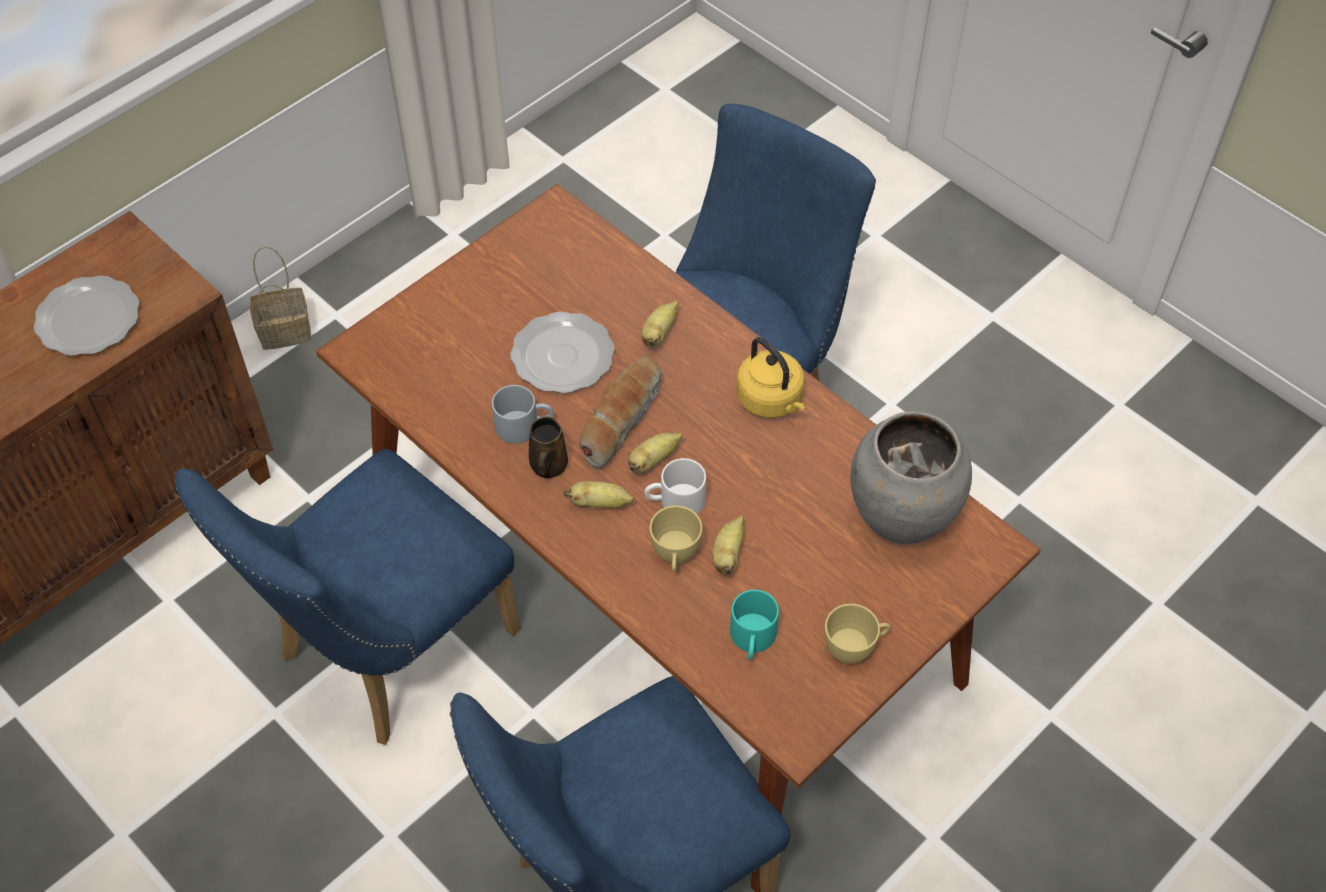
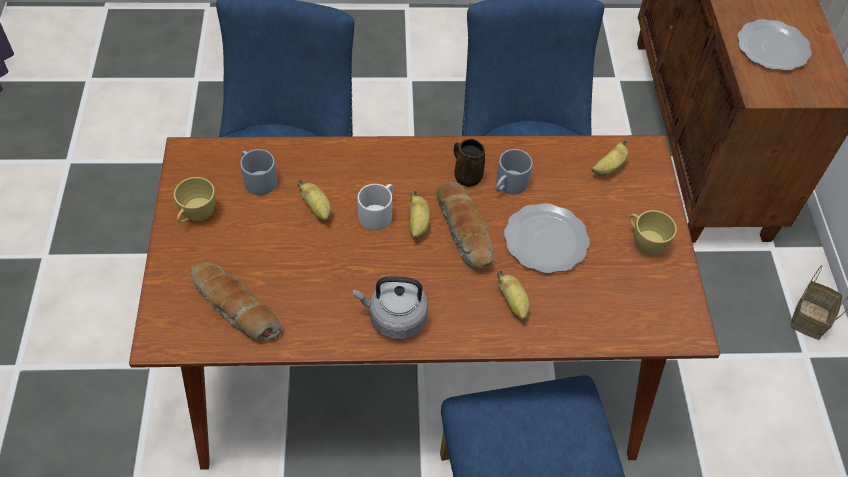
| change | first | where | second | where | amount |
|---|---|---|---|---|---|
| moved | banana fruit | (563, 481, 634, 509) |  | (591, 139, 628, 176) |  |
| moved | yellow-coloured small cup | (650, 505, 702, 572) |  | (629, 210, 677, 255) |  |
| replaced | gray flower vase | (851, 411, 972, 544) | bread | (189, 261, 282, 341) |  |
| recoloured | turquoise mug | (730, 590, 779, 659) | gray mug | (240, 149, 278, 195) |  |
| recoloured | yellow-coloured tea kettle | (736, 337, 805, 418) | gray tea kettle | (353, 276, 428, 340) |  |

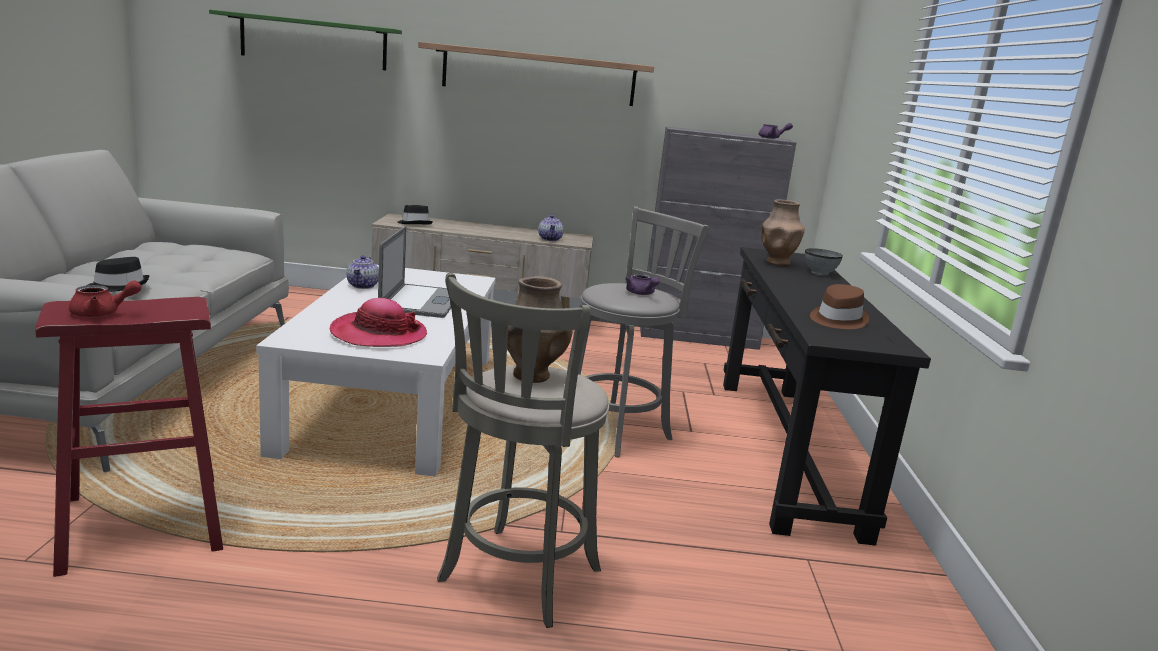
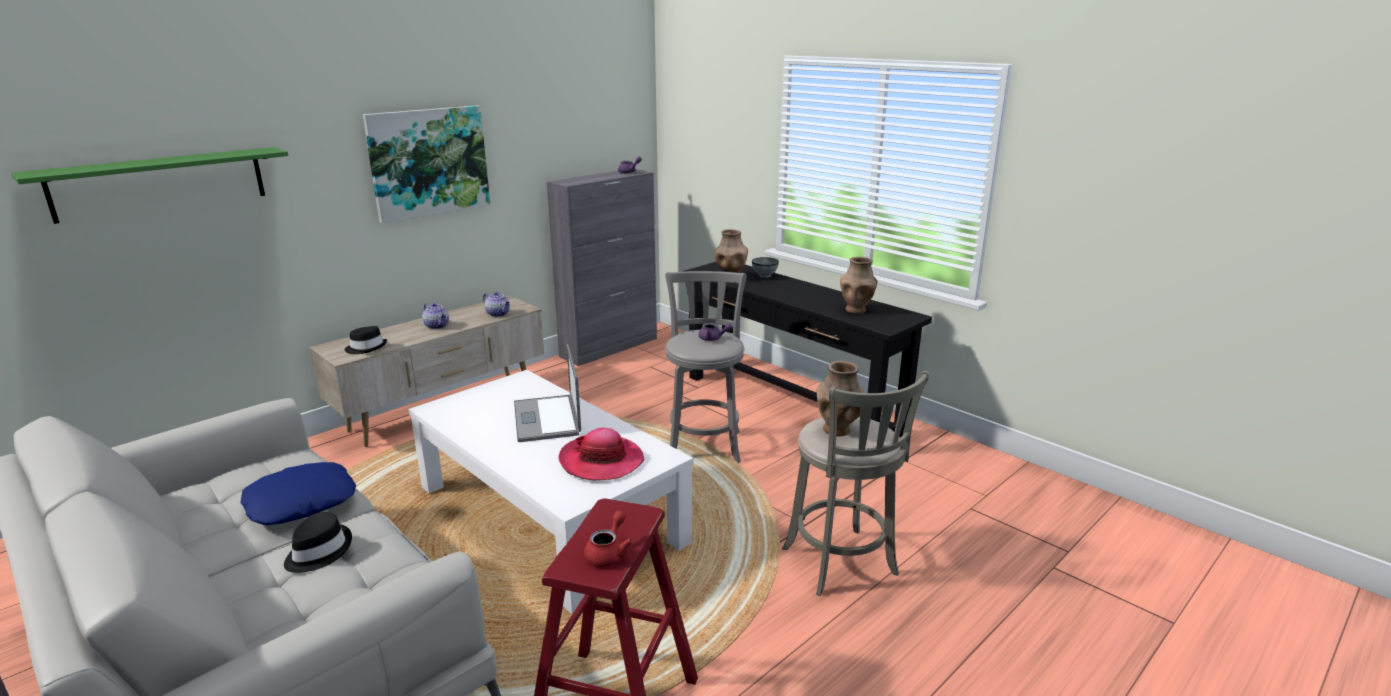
| change | first | where | second | where | amount |
|---|---|---|---|---|---|
| added |  |  | bluish pillow | (240, 462, 356, 525) |  |
| moved | teapot | (347, 255, 379, 289) |  | (422, 303, 449, 329) |  |
| replaced | wall shelf | (418, 42, 654, 106) | wall art | (363, 105, 490, 224) |  |
| replaced | brownish clothing hat | (810, 284, 869, 329) | brownish flower vase | (840, 257, 878, 314) |  |
| turned | laptop | (378, 226, 451, 318) |  | (514, 344, 581, 442) | 150 degrees counterclockwise |

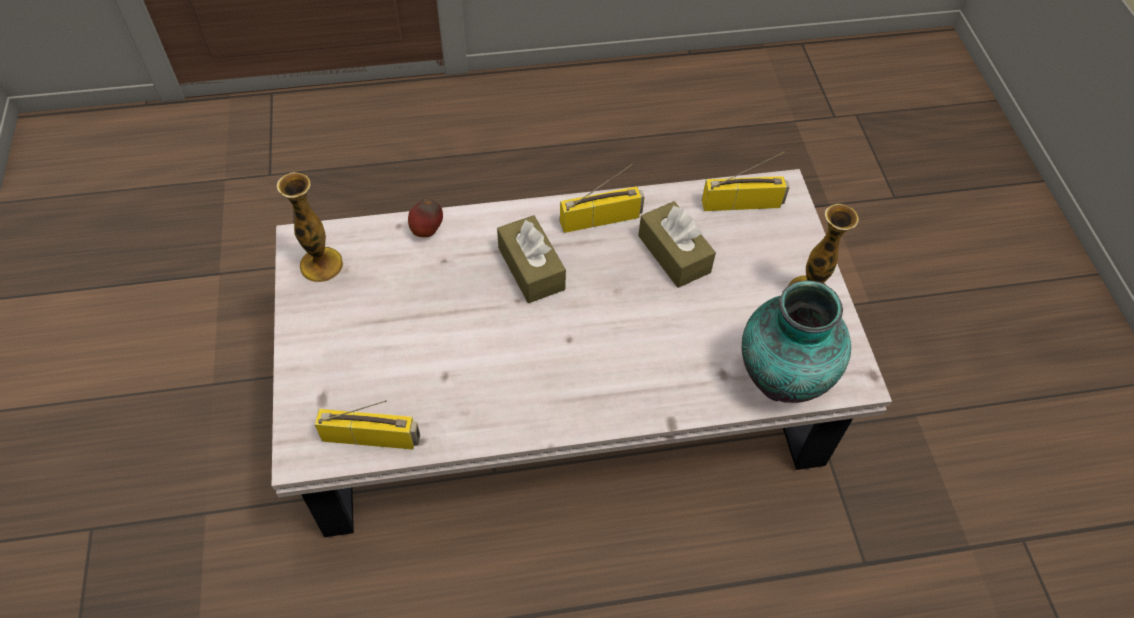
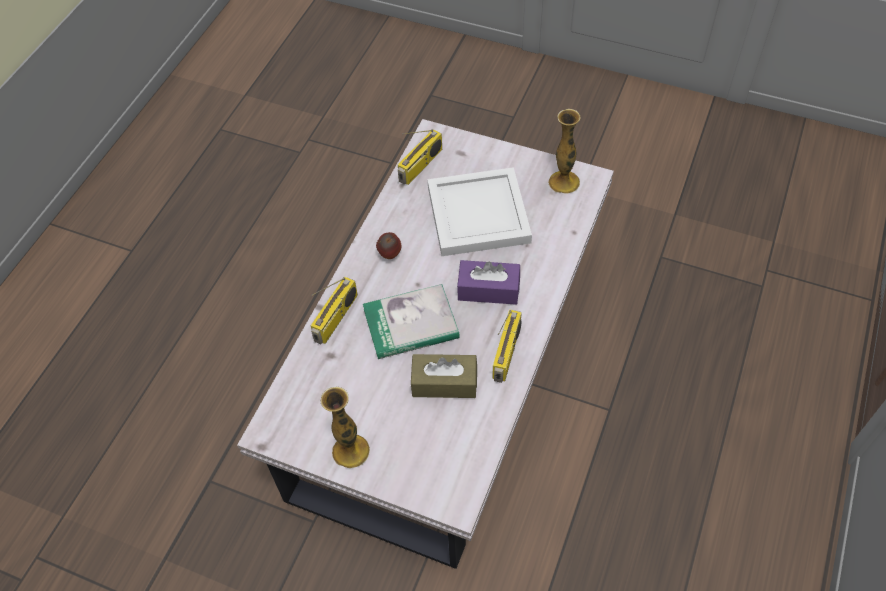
| change | first | where | second | where | amount |
|---|---|---|---|---|---|
| removed | flower vase | (742, 280, 851, 403) |  |  |  |
| added |  |  | volume | (363, 284, 460, 359) |  |
| added |  |  | white-coloured serving tray | (427, 167, 532, 256) |  |
| moved | whole apple | (408, 199, 443, 237) |  | (376, 232, 402, 259) |  |
| moved | radio | (702, 152, 790, 211) |  | (311, 276, 358, 344) |  |
| recoloured | brownish tissue holder | (497, 215, 566, 303) | purple-coloured tissue holder | (457, 260, 520, 305) |  |

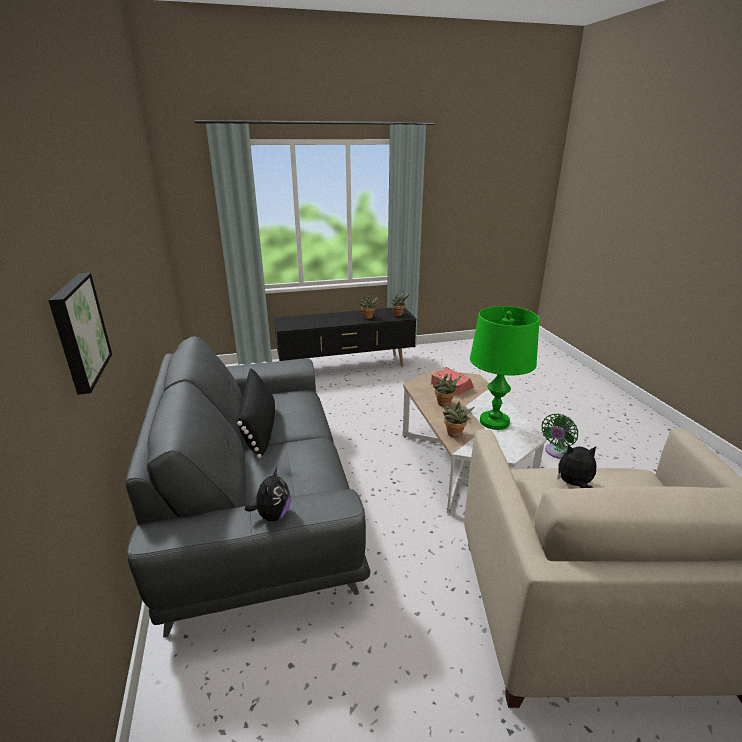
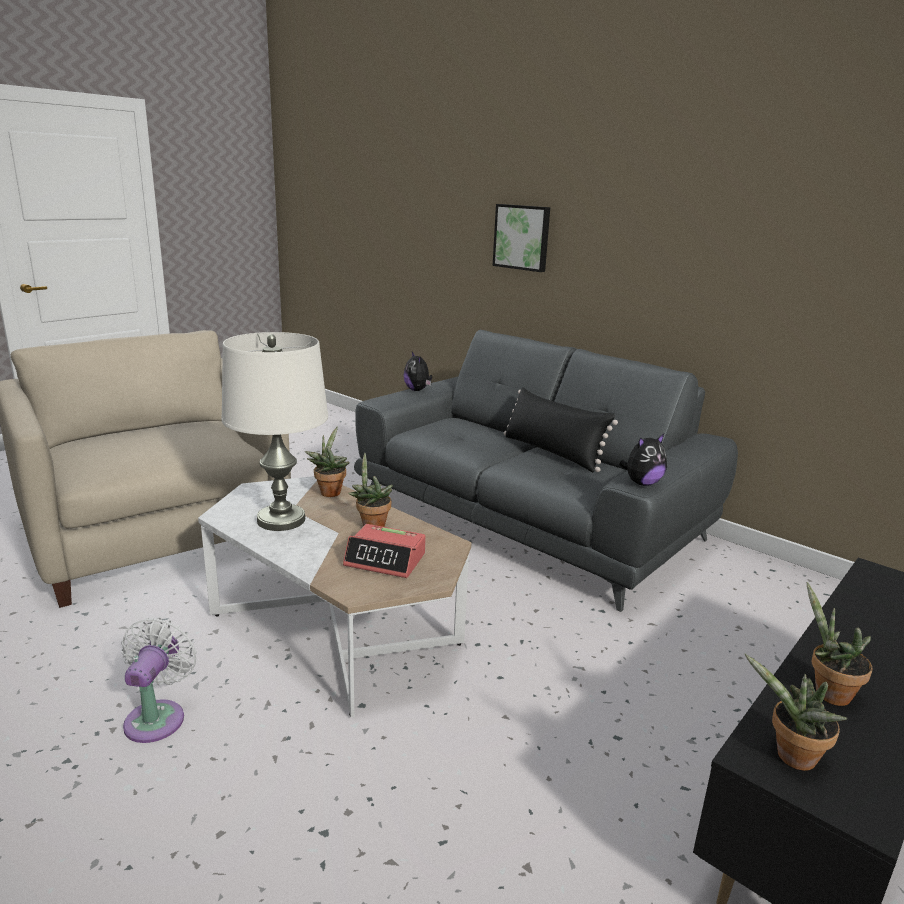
| change | first | where | second | where | amount |
|---|---|---|---|---|---|
| moved | soft toy | (558, 445, 596, 488) |  | (619, 434, 667, 486) |  |
| recoloured | green lamp for a table | (470, 306, 540, 430) | white-coloured lamp for a table | (221, 332, 328, 531) |  |
| recoloured | green cooling fan | (542, 414, 578, 459) | white-coloured cooling fan | (121, 617, 197, 743) |  |

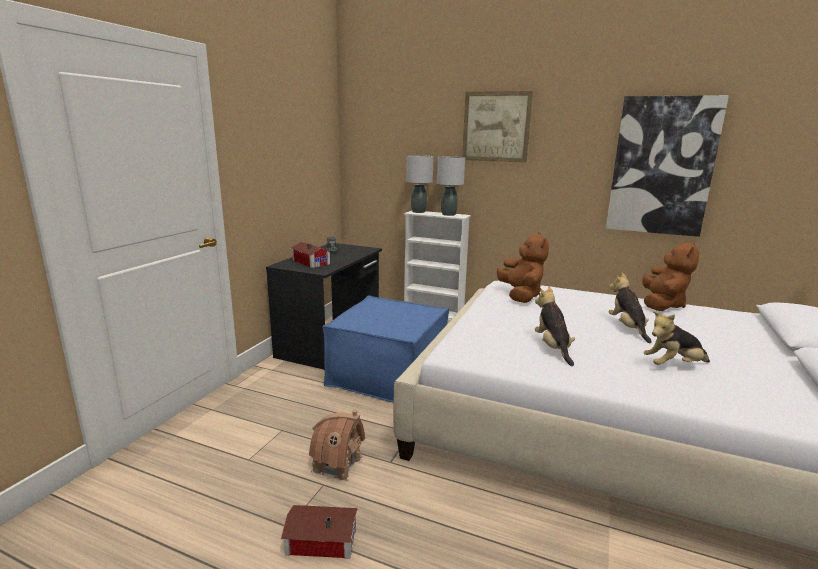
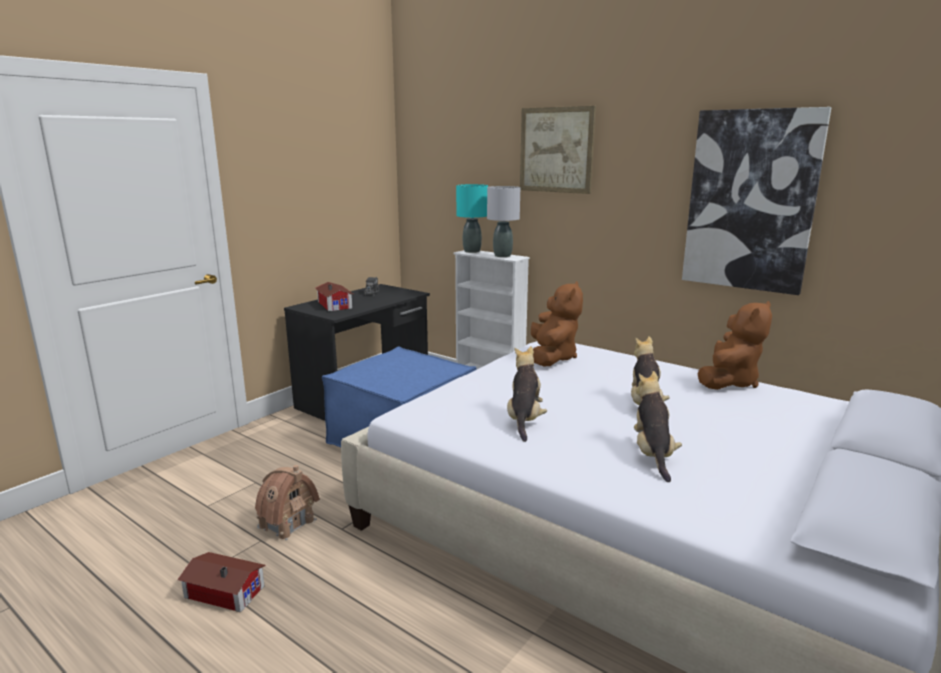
| change | first | where | second | where | amount |
|---|---|---|---|---|---|
| recoloured | gray lamp for a table | (406, 155, 434, 213) | turquoise lamp for a table | (456, 184, 488, 253) |  |
| turned | soft toy | (643, 311, 710, 365) |  | (634, 371, 682, 482) | 90 degrees clockwise |

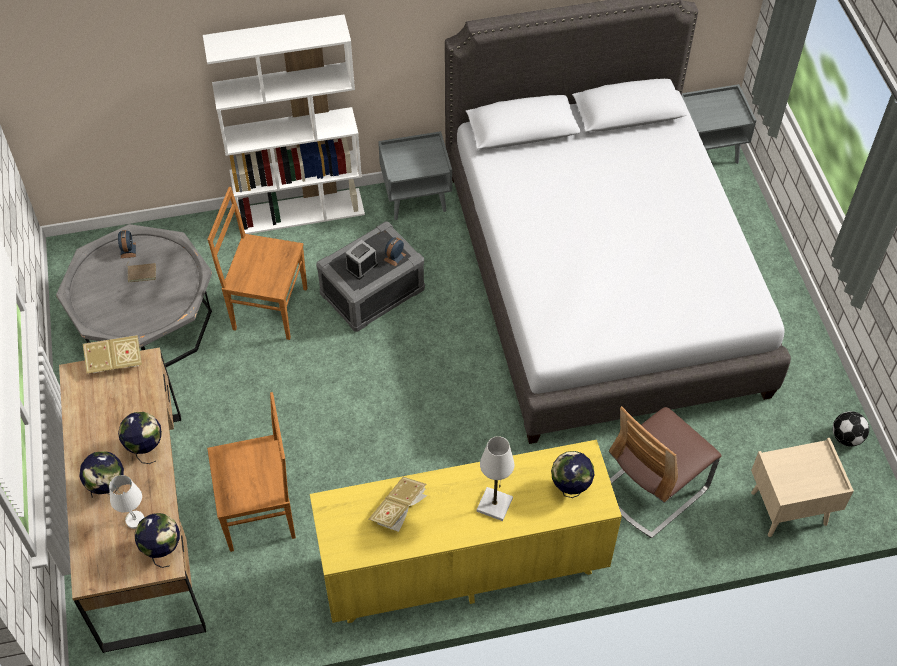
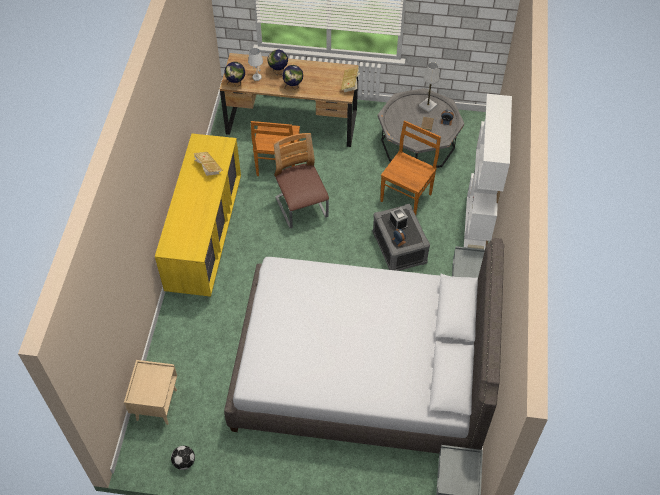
| change | first | where | second | where | amount |
|---|---|---|---|---|---|
| removed | desk globe | (551, 451, 594, 498) |  |  |  |
| moved | white-coloured lamp for a table | (477, 436, 514, 521) |  | (419, 62, 439, 112) |  |
| moved | plain chair | (609, 406, 721, 538) |  | (274, 133, 329, 228) |  |

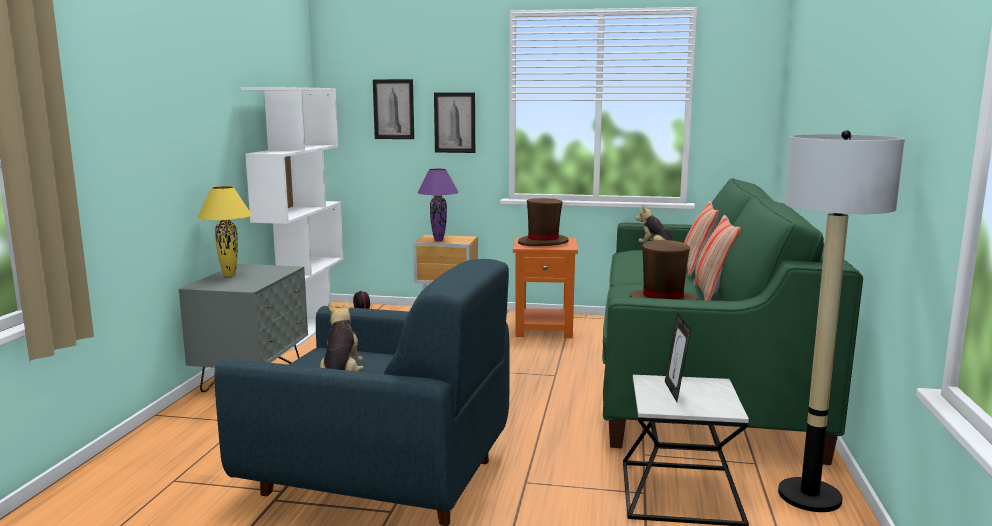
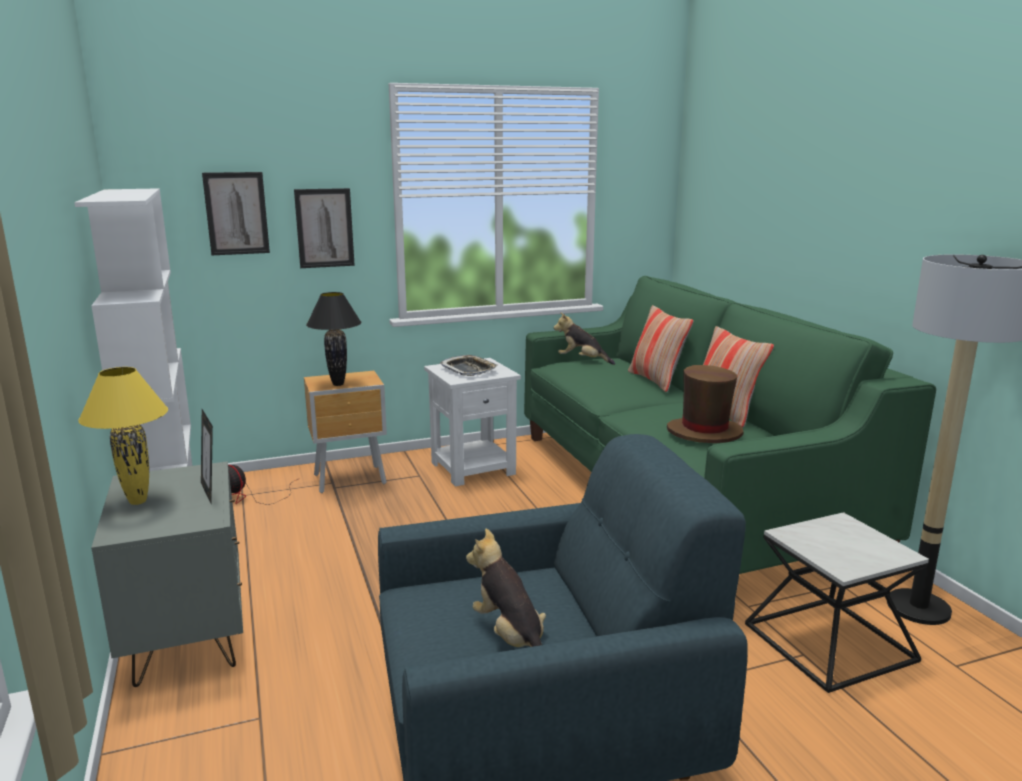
| change | first | where | second | where | amount |
|---|---|---|---|---|---|
| moved | photo frame | (665, 313, 691, 402) |  | (201, 409, 213, 503) |  |
| replaced | brownish clothing hat | (518, 198, 568, 246) | serving tray | (439, 355, 498, 376) |  |
| recoloured | purple-coloured lamp for a table | (417, 169, 459, 241) | blackish lamp for a table | (306, 292, 361, 386) |  |
| recoloured | orange accent table | (513, 237, 578, 338) | white-coloured accent table | (424, 358, 521, 487) |  |

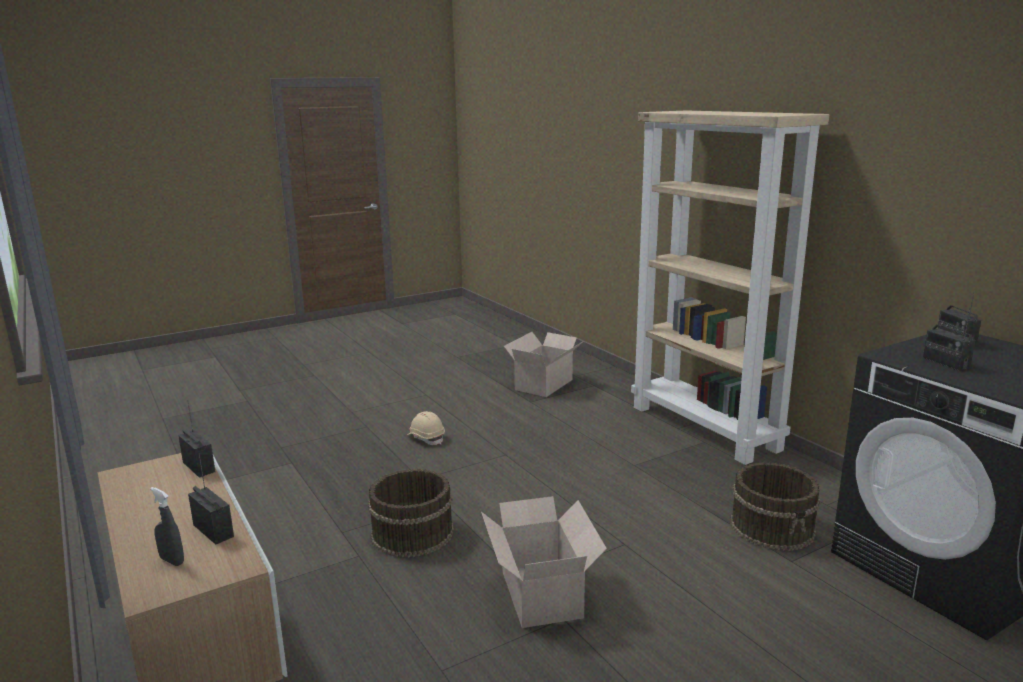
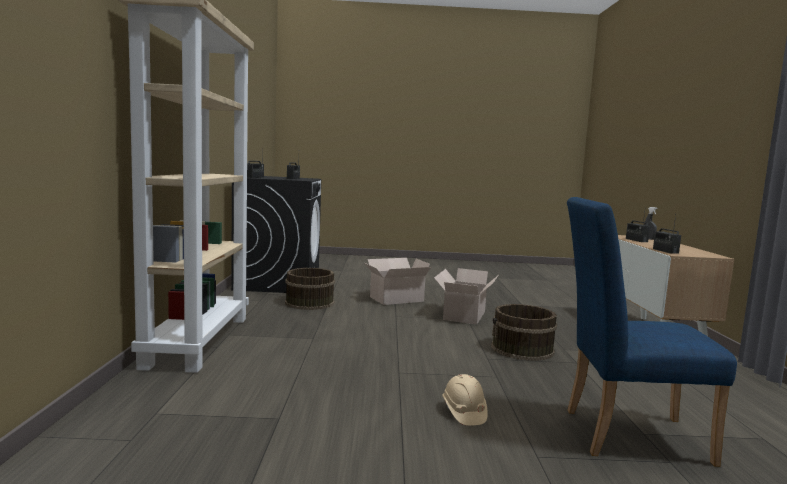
| change | first | where | second | where | amount |
|---|---|---|---|---|---|
| added |  |  | bluish plain chair | (567, 197, 737, 467) |  |
| moved | carton | (504, 332, 584, 397) |  | (365, 258, 431, 305) |  |

